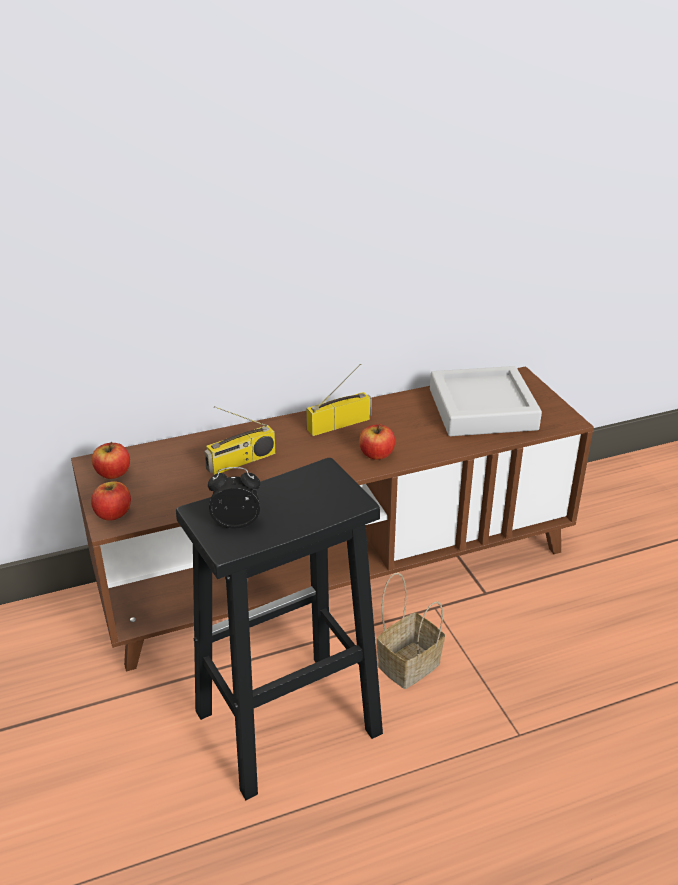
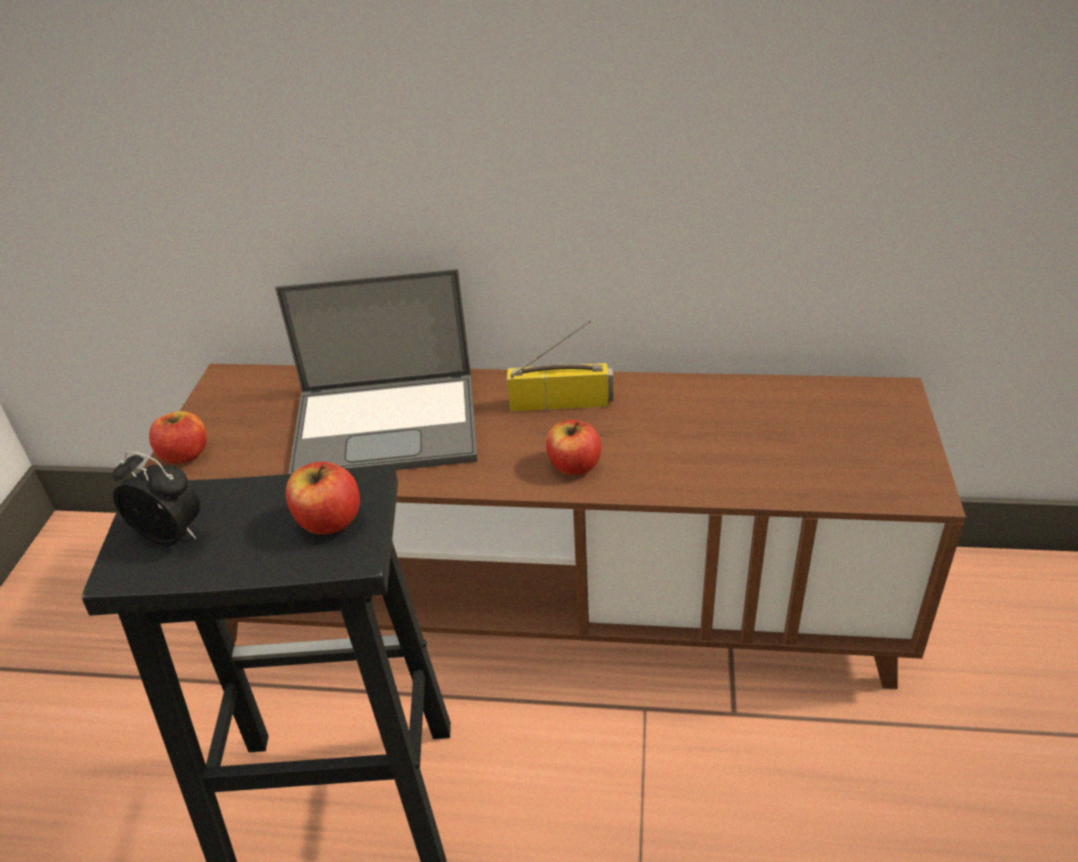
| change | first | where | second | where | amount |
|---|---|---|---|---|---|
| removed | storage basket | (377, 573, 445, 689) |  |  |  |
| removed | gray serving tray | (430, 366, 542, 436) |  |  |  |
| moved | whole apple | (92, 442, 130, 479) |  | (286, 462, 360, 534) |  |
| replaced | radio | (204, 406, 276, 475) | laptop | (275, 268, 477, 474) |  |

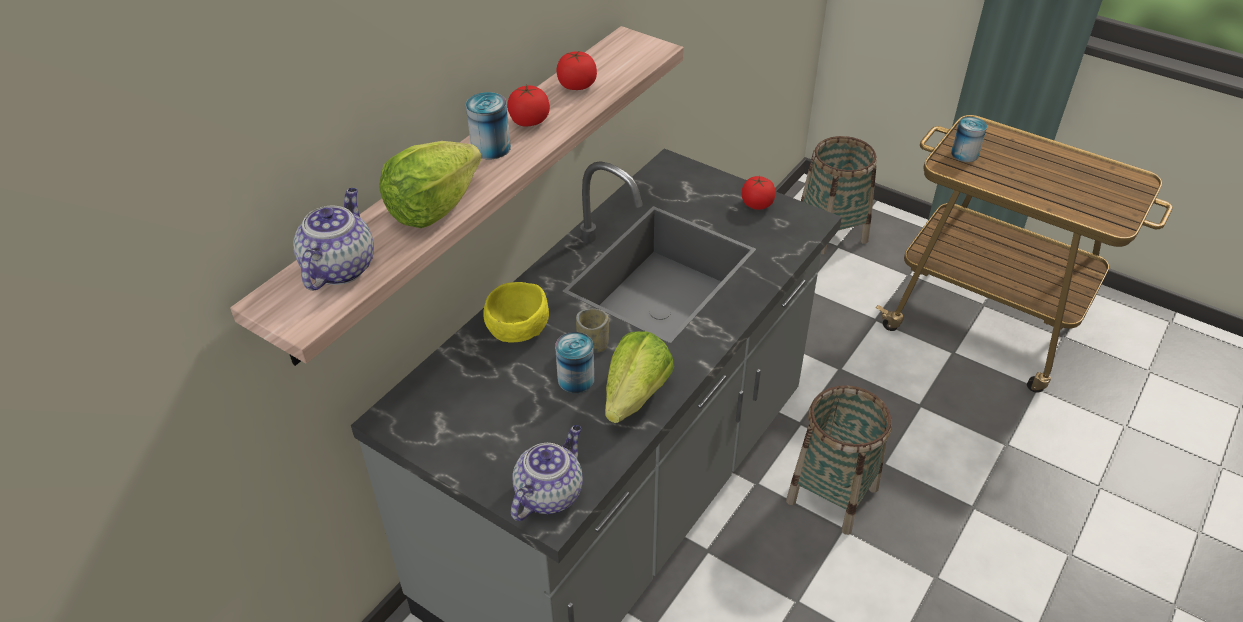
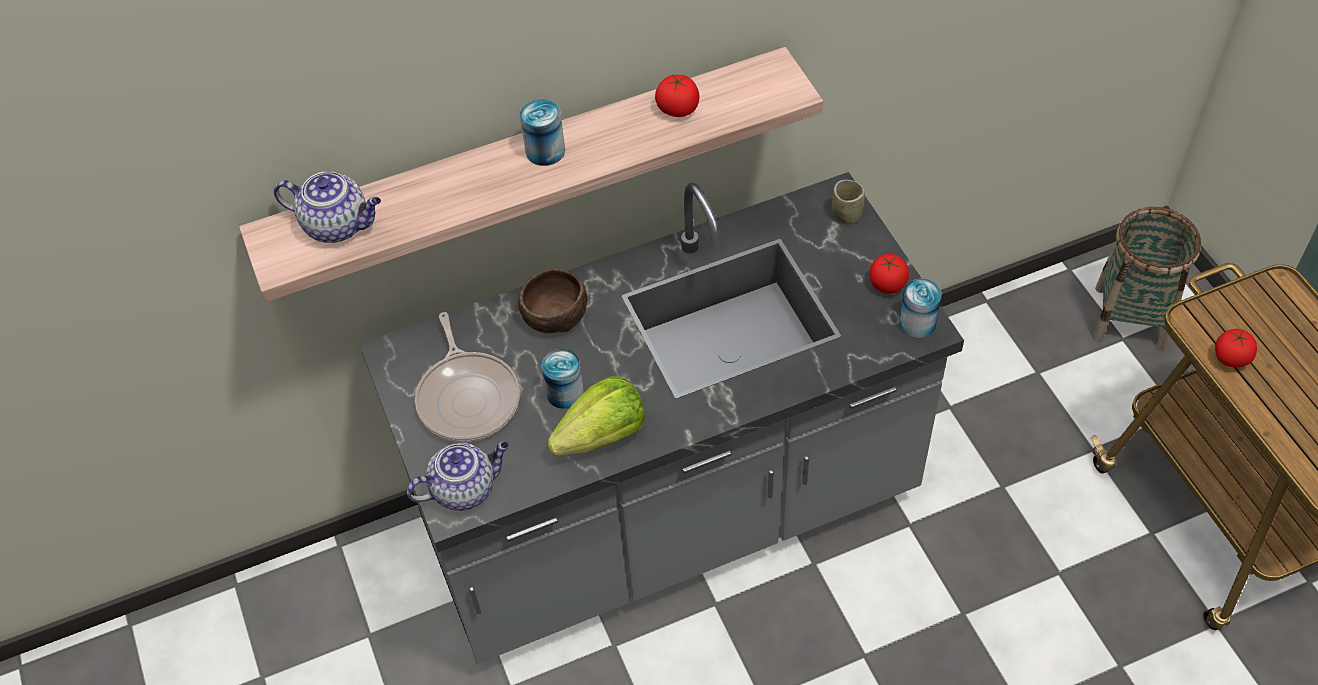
| change | first | where | second | where | amount |
|---|---|---|---|---|---|
| removed | head of lettuce | (379, 141, 482, 228) |  |  |  |
| removed | storage basket | (786, 385, 892, 535) |  |  |  |
| added |  |  | frying pan | (415, 312, 520, 442) |  |
| moved | whole tomato | (507, 85, 550, 127) |  | (1215, 329, 1257, 367) |  |
| moved | small cup | (576, 309, 609, 353) |  | (832, 180, 865, 224) |  |
| moved | can | (951, 117, 987, 162) |  | (899, 279, 942, 338) |  |
| recoloured | yellow-coloured deep dish | (483, 282, 549, 343) | brownish deep dish | (518, 268, 588, 333) |  |
| turned | teapot | (293, 188, 374, 290) |  | (274, 171, 381, 243) | 60 degrees clockwise |

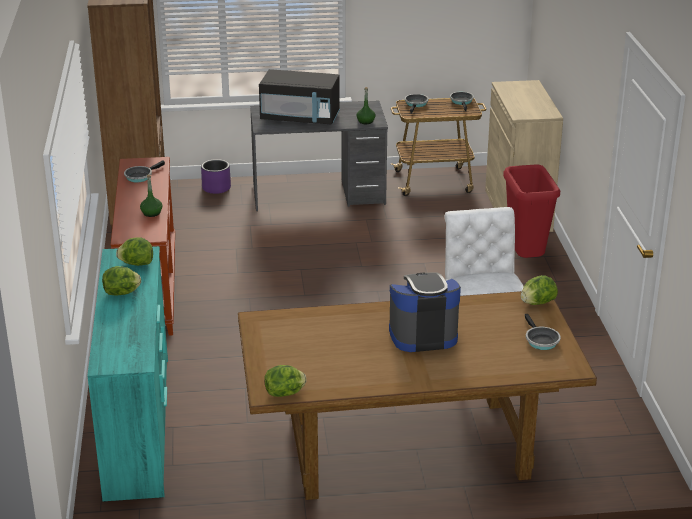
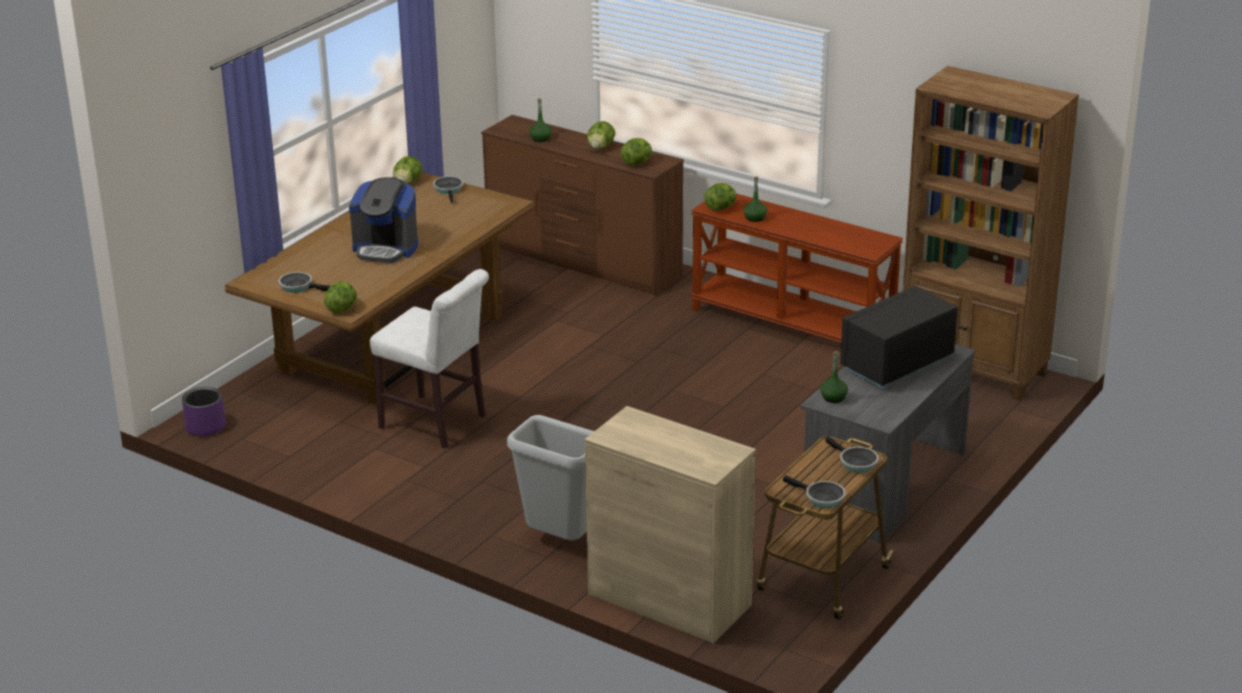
| change | first | where | second | where | amount |
|---|---|---|---|---|---|
| added |  |  | green drink bottle | (529, 98, 552, 142) |  |
| added |  |  | head of lettuce | (704, 183, 736, 211) |  |
| moved | frying pan | (124, 160, 165, 182) |  | (433, 176, 463, 203) |  |
| moved | purple-coloured flower pot | (201, 159, 231, 194) |  | (182, 387, 226, 437) |  |
| recoloured | turquoise dresser | (87, 246, 168, 502) | brownish dresser | (481, 115, 684, 296) |  |
| recoloured | red-coloured waste bin | (503, 164, 560, 258) | gray waste bin | (507, 415, 594, 542) |  |
| turned | coffee maker | (389, 272, 461, 352) |  | (349, 177, 418, 263) | 75 degrees clockwise |

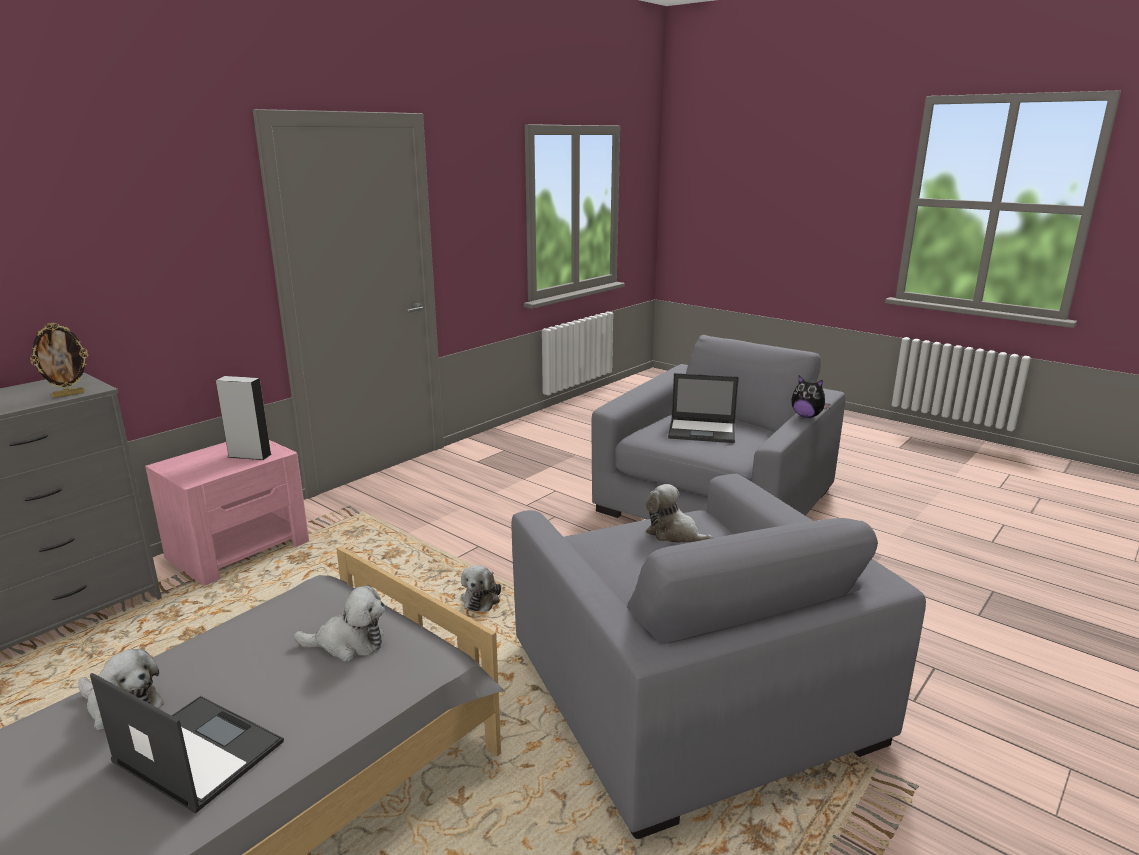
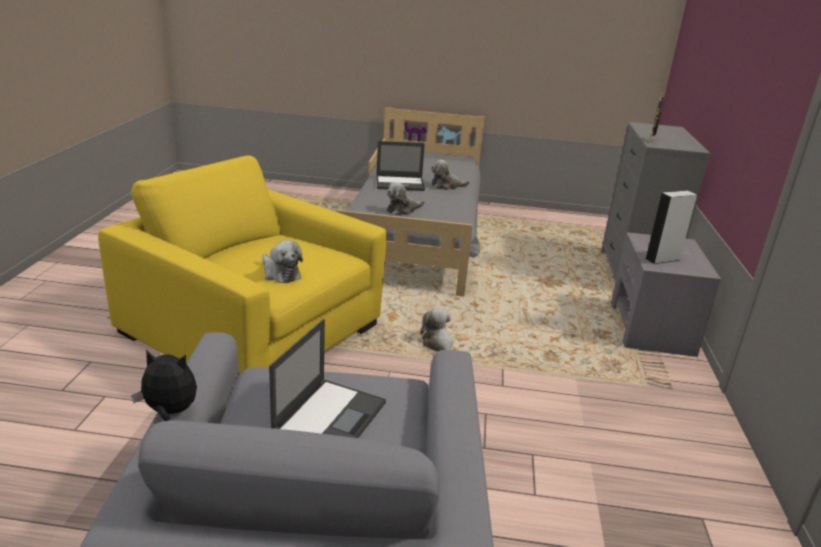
| change | first | where | second | where | amount |
|---|---|---|---|---|---|
| recoloured | pink-coloured bedside table | (145, 440, 309, 586) | gray bedside table | (611, 232, 721, 357) |  |
| recoloured | gray armchair | (511, 474, 926, 839) | yellow-coloured armchair | (98, 156, 387, 375) |  |
| turned | soft toy | (646, 484, 713, 543) |  | (262, 240, 303, 283) | 45 degrees clockwise |
| turned | laptop | (668, 373, 739, 443) |  | (269, 319, 386, 438) | 135 degrees clockwise |

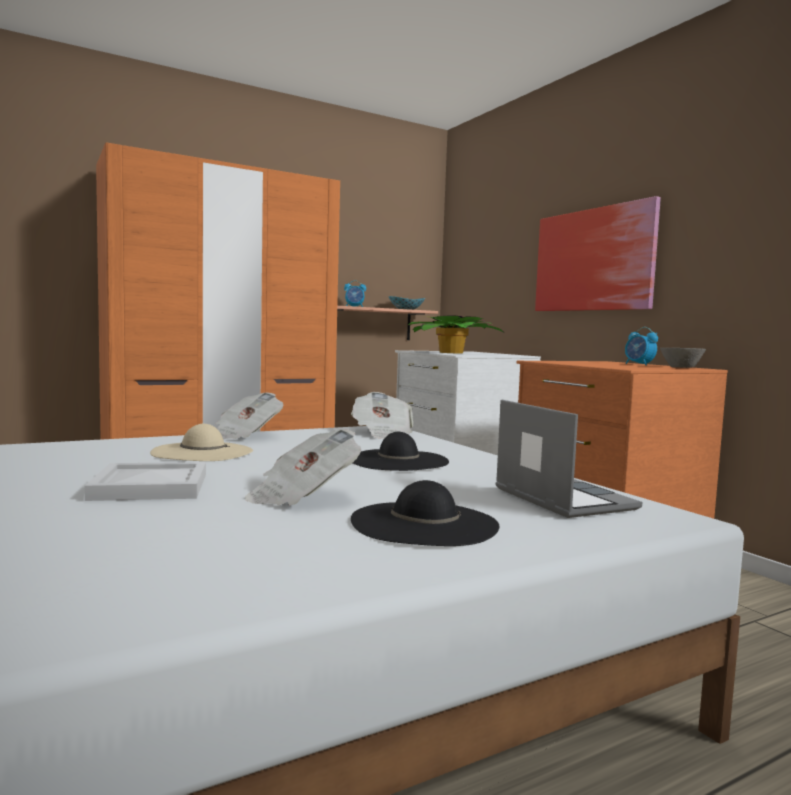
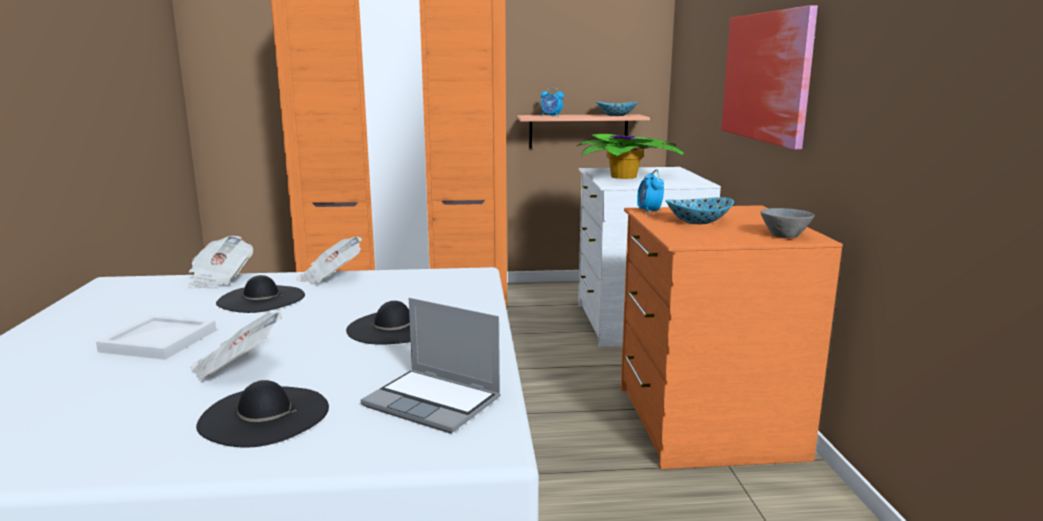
| change | first | where | second | where | amount |
|---|---|---|---|---|---|
| added |  |  | deep dish | (665, 197, 734, 224) |  |
| moved | printed paper | (351, 392, 413, 439) |  | (188, 236, 253, 289) |  |
| moved | bedside clock | (625, 327, 658, 365) |  | (637, 169, 664, 215) |  |
| recoloured | beige-coloured clothing hat | (150, 424, 253, 461) | blackish clothing hat | (216, 275, 305, 313) |  |
| turned | laptop | (496, 400, 642, 518) |  | (361, 298, 501, 434) | 120 degrees clockwise |

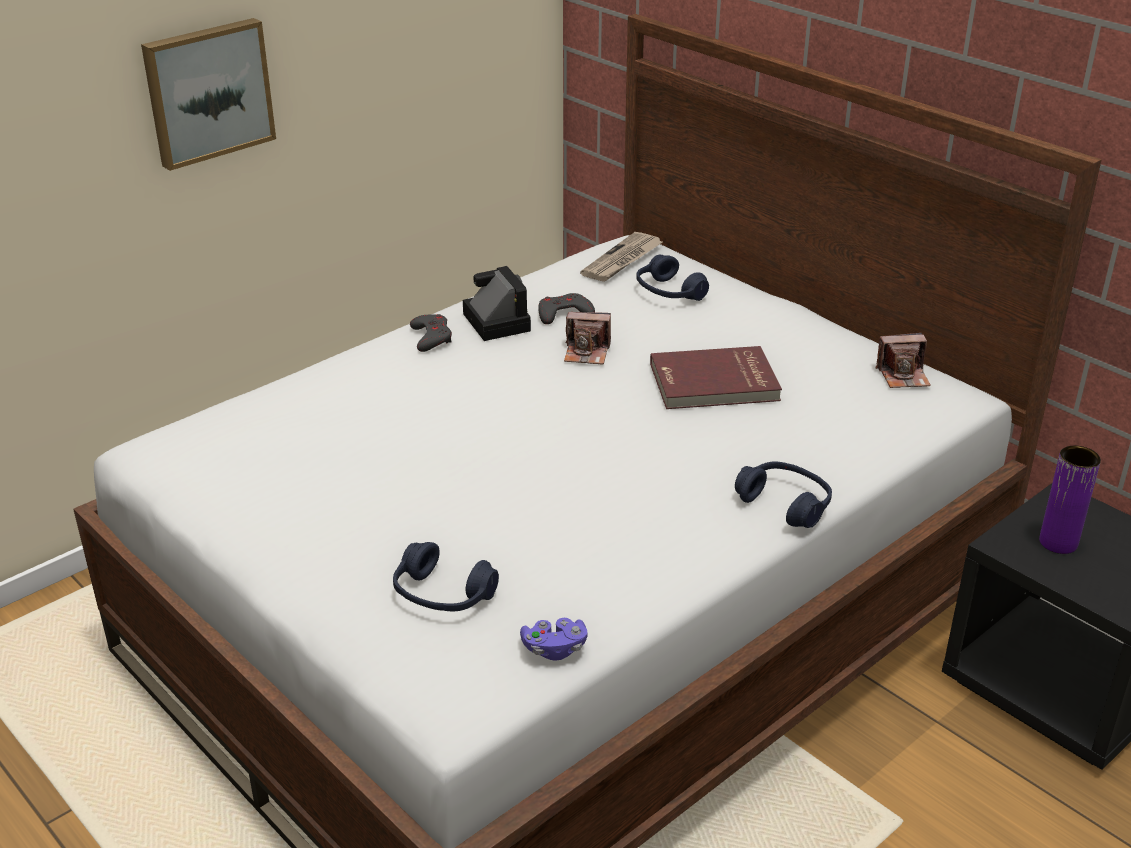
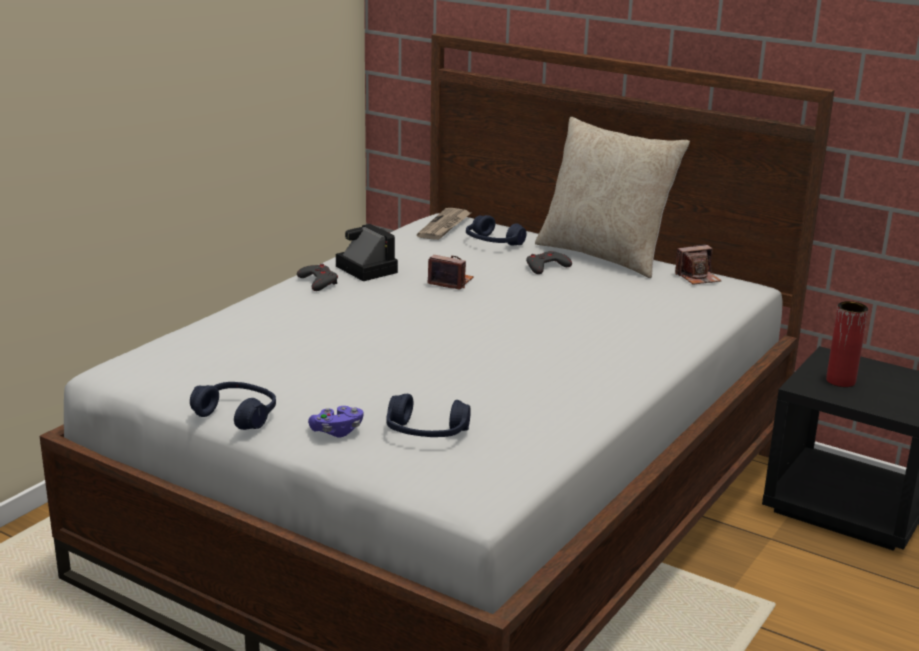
| change | first | where | second | where | amount |
|---|---|---|---|---|---|
| removed | wall art | (141, 18, 276, 171) |  |  |  |
| removed | red-coloured volume | (650, 346, 782, 409) |  |  |  |
| added |  |  | beige-coloured pillow | (535, 117, 690, 278) |  |
| moved | purple-coloured gamepad | (520, 618, 588, 661) |  | (308, 406, 363, 438) |  |
| moved | gray gamepad | (538, 293, 595, 324) |  | (526, 251, 572, 274) |  |
| moved | bluish headset | (735, 461, 832, 528) |  | (190, 382, 276, 430) |  |
| recoloured | purple-coloured flower vase | (1039, 446, 1101, 554) | red-coloured flower vase | (826, 301, 868, 387) |  |
| turned | photo camera | (564, 312, 611, 365) |  | (428, 255, 474, 289) | 150 degrees counterclockwise |

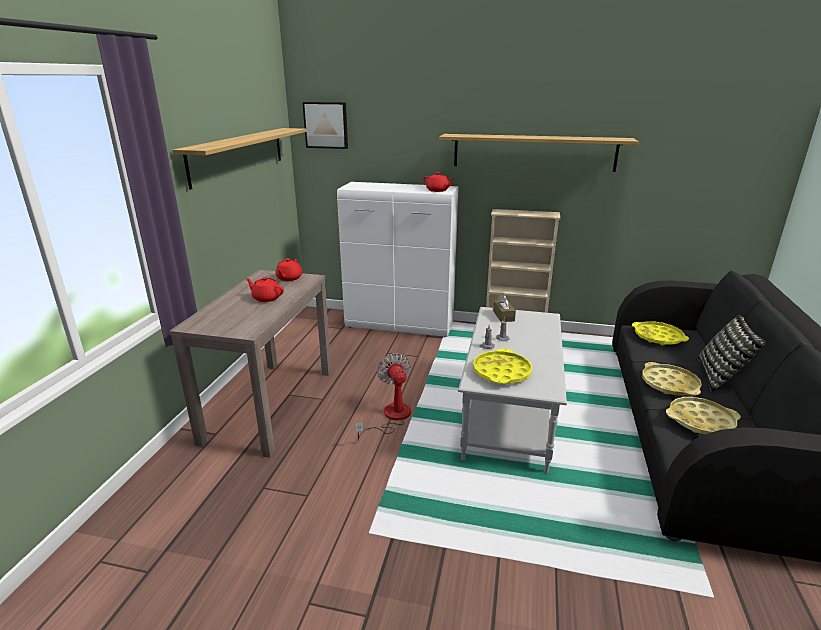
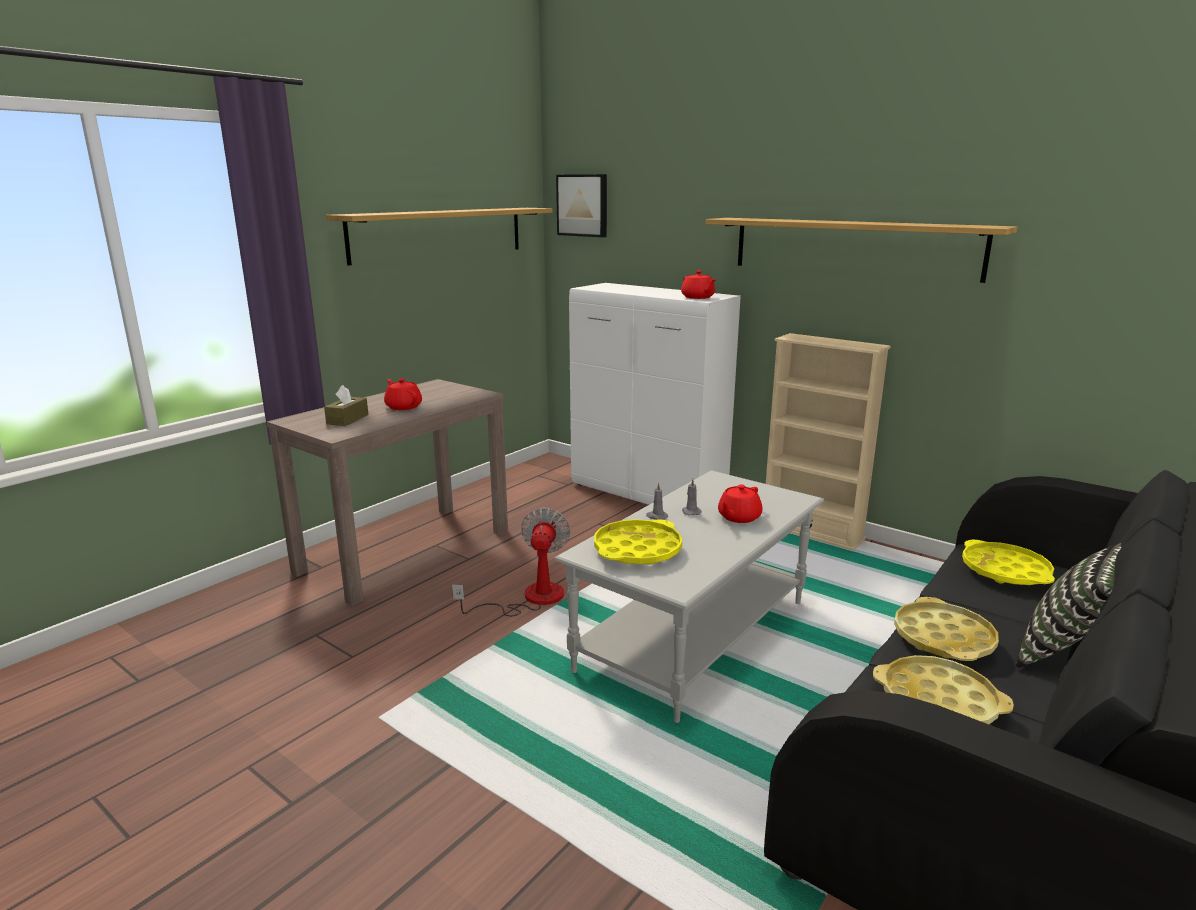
| change | first | where | second | where | amount |
|---|---|---|---|---|---|
| moved | red-coloured teapot | (276, 258, 302, 281) |  | (718, 484, 763, 523) |  |
| moved | brownish tissue holder | (493, 295, 516, 322) |  | (324, 385, 368, 426) |  |

